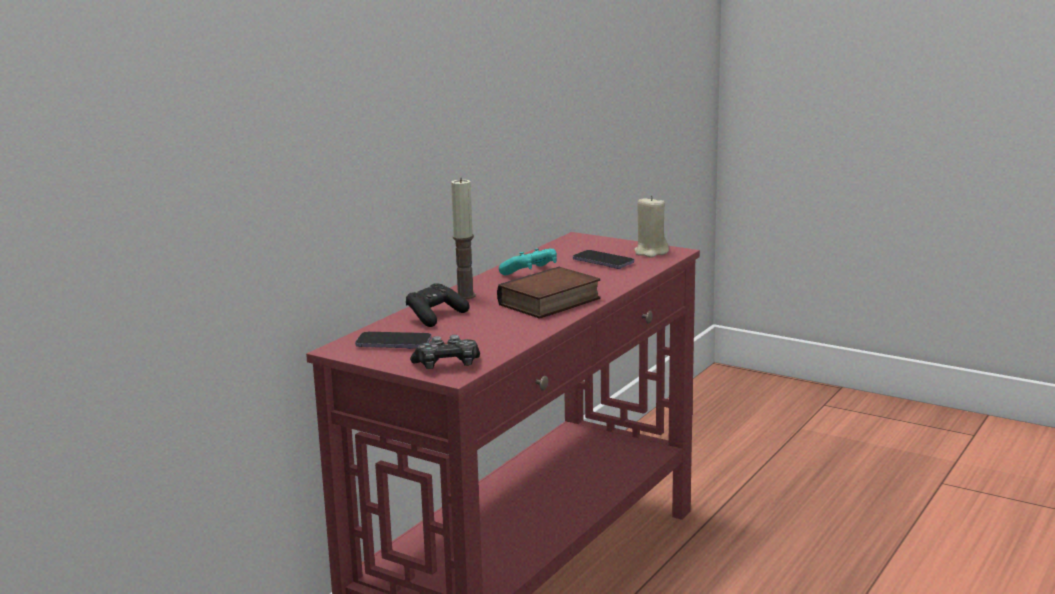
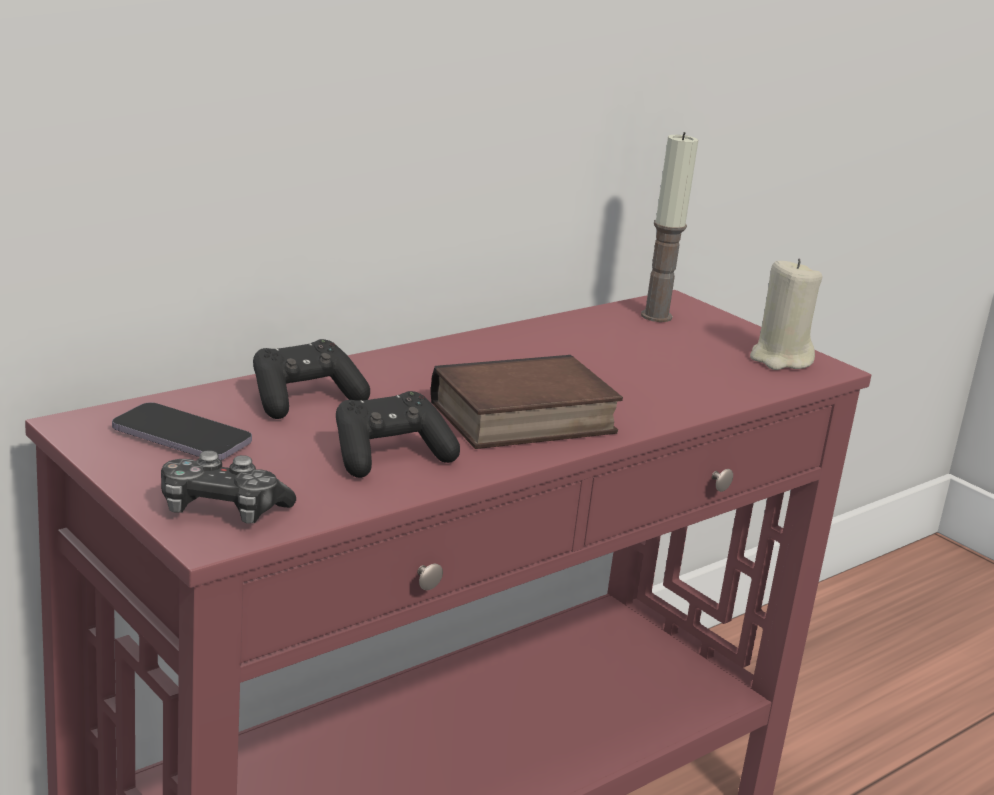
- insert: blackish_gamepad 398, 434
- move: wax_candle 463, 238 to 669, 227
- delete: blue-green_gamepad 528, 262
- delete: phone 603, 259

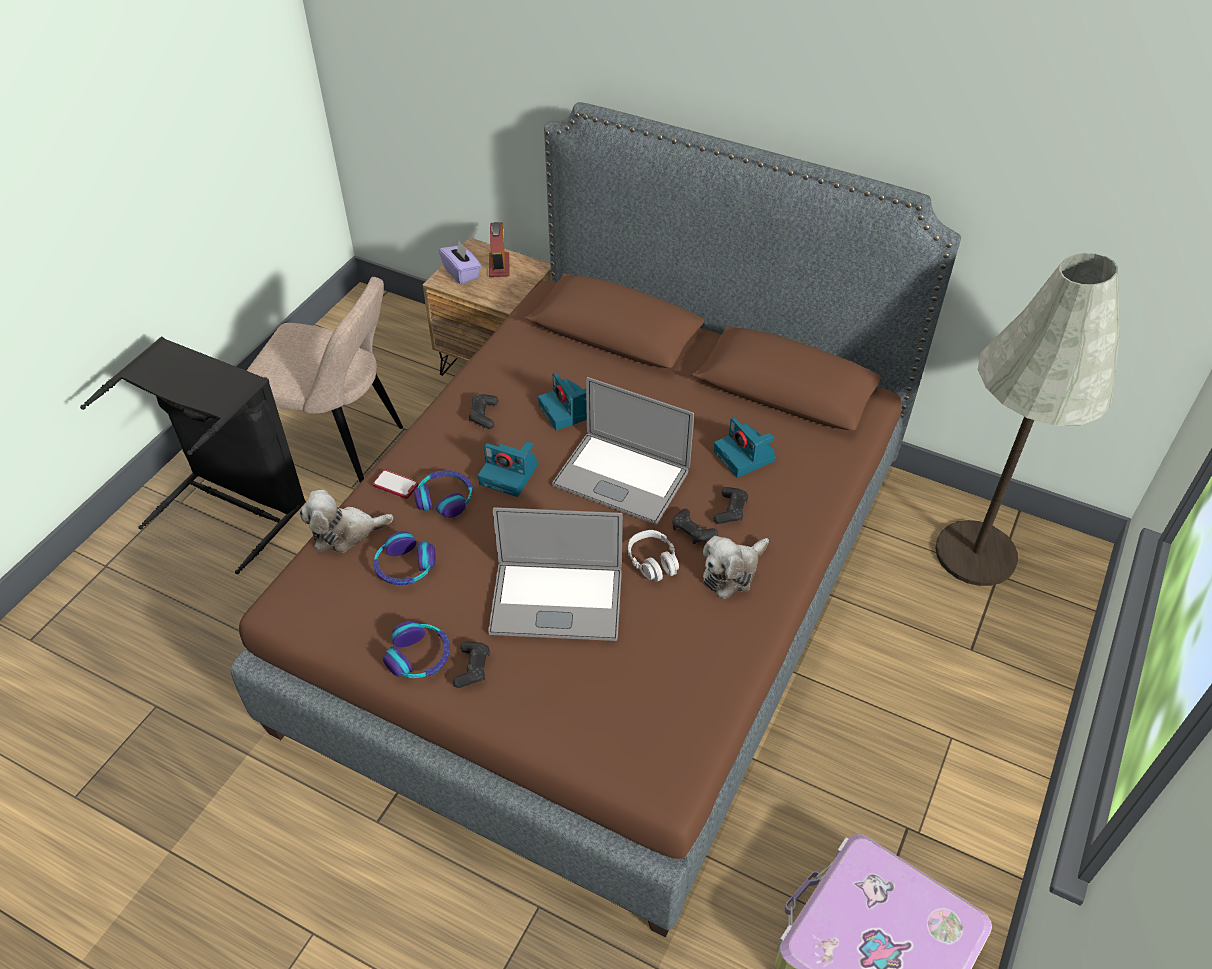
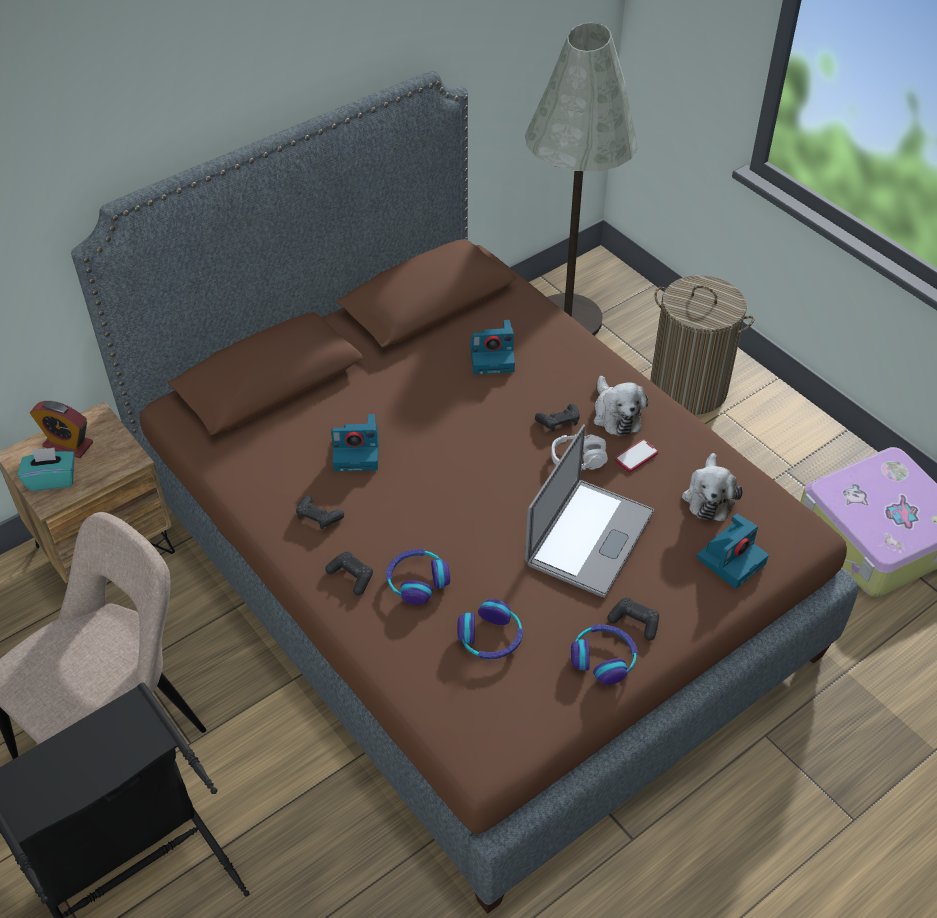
- recolor: purple_box_of_tissues 460, 263 to blue-green_box_of_tissues 46, 469
- move: blackish_gamepad 731, 505 to 349, 573
- move: phone 395, 484 to 636, 456
- insert: laundry_basket 702, 345
- move: soft_toy 346, 521 to 712, 487
- move: still_camera 508, 469 to 732, 551
- delete: notebook_computer 623, 450

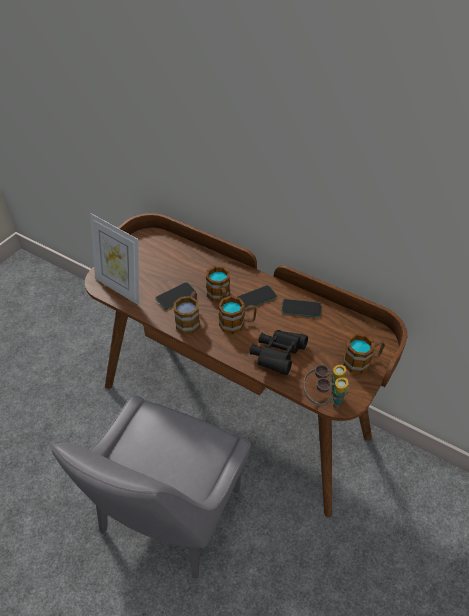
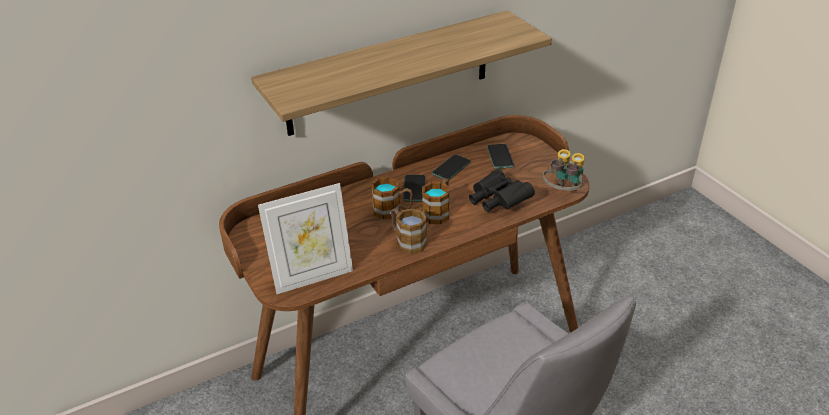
- insert: wall_shelf 401, 73
- move: phone 175, 295 to 500, 156
- delete: coffee_mug 364, 354

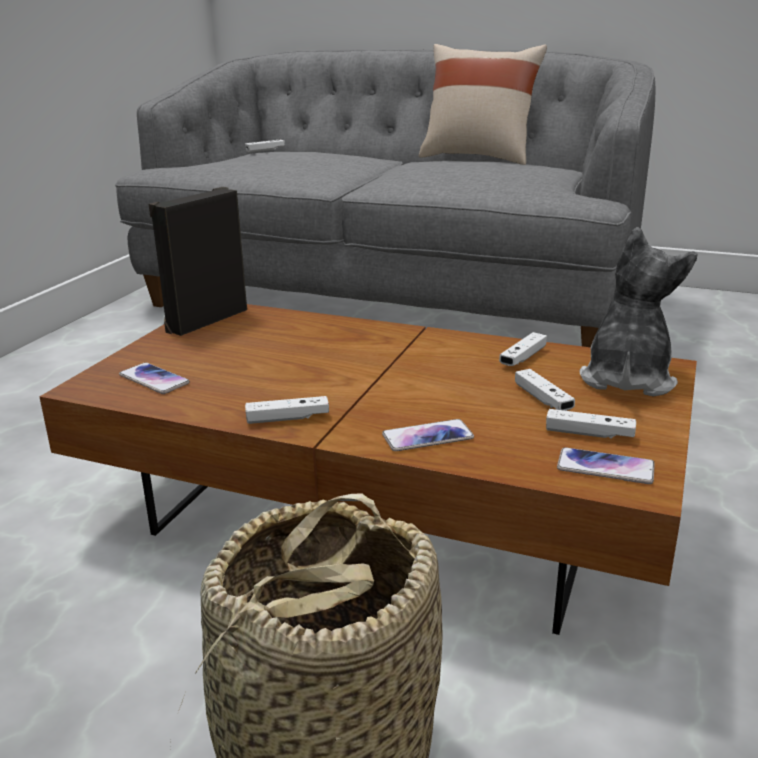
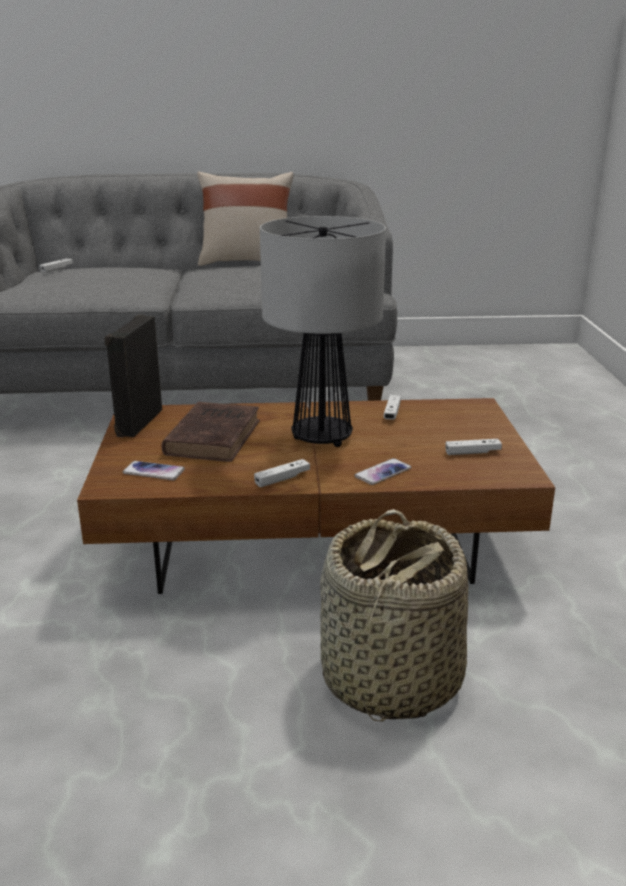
- insert: brown-coloured_volume 210, 432
- insert: tabletop_lamp 323, 331
- delete: whitish_gamepad 545, 390
- delete: phone 606, 465
- delete: soft_toy 639, 312

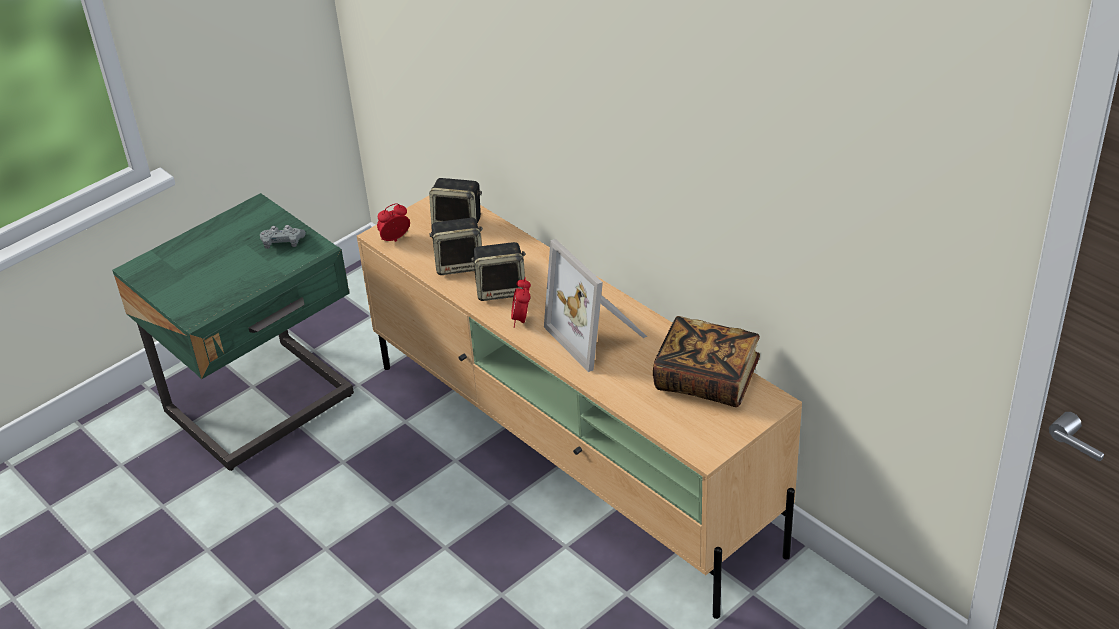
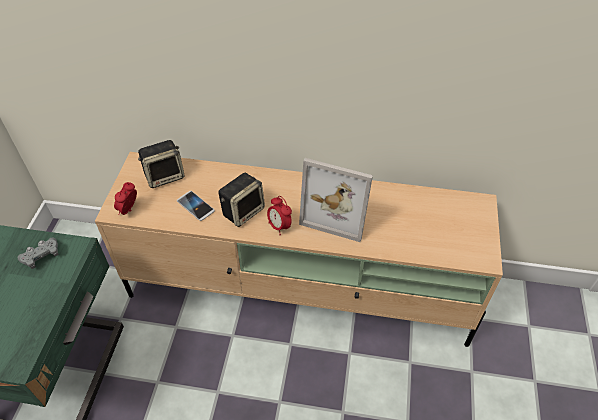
- replace: speaker 456, 246 to phone 196, 206
- delete: volume 706, 361

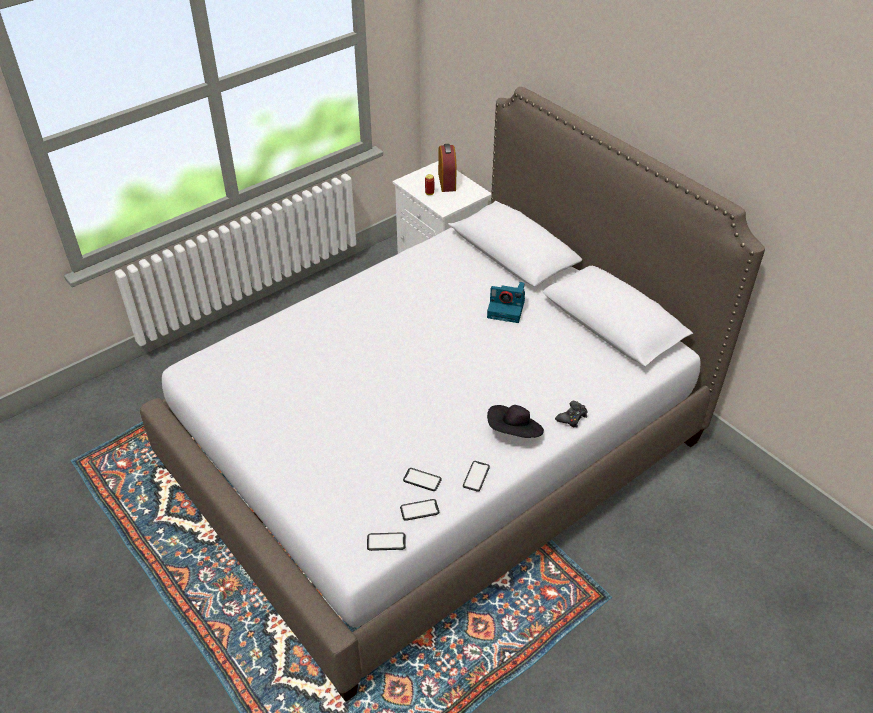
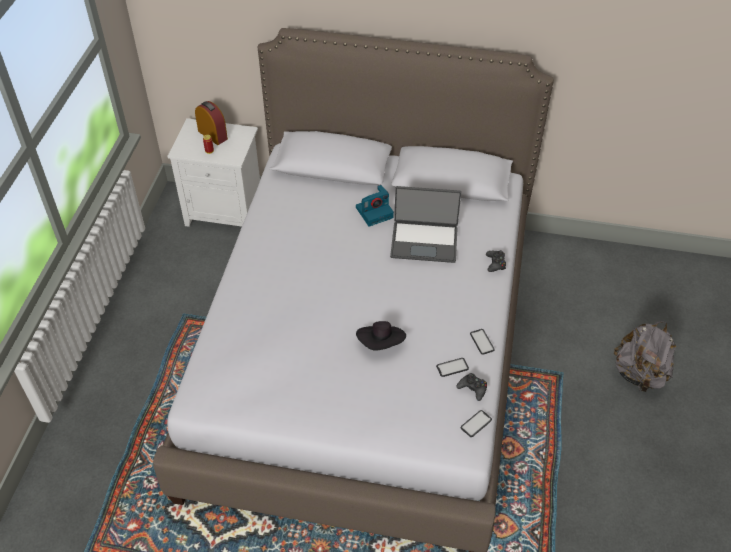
- move: blackish_clothing_hat 515, 421 to 381, 336
- insert: notebook_computer 425, 224
- replace: phone 419, 510 to blackish_gamepad 472, 387
- insert: greyish_backpack 645, 356

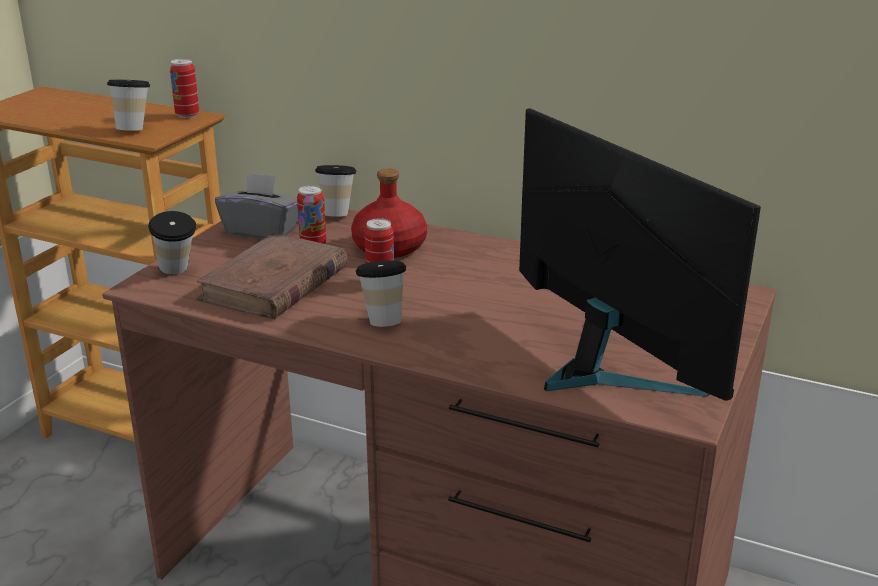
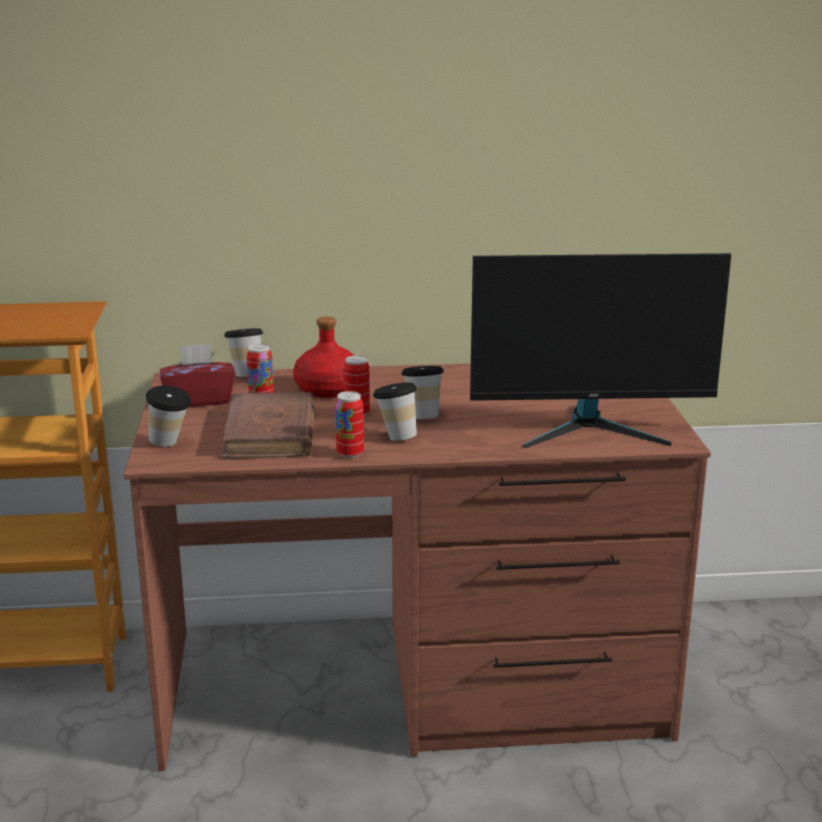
- recolor: greyish_box_of_tissues 256, 205 to red_box_of_tissues 198, 375
- move: sealed_can 184, 88 to 349, 424
- move: small_cup 128, 105 to 422, 392
- rotate: monitor 640, 254 = 600, 350 150 degrees clockwise

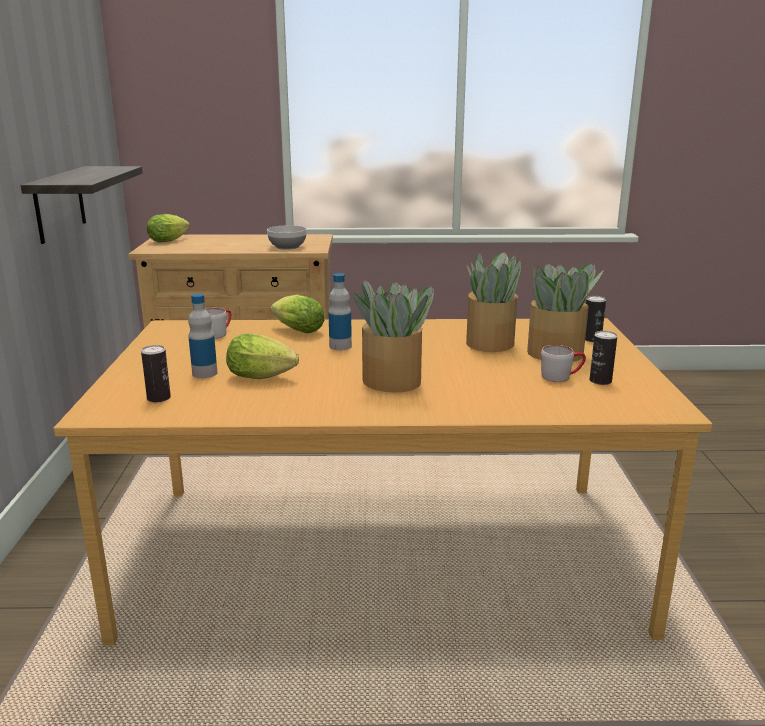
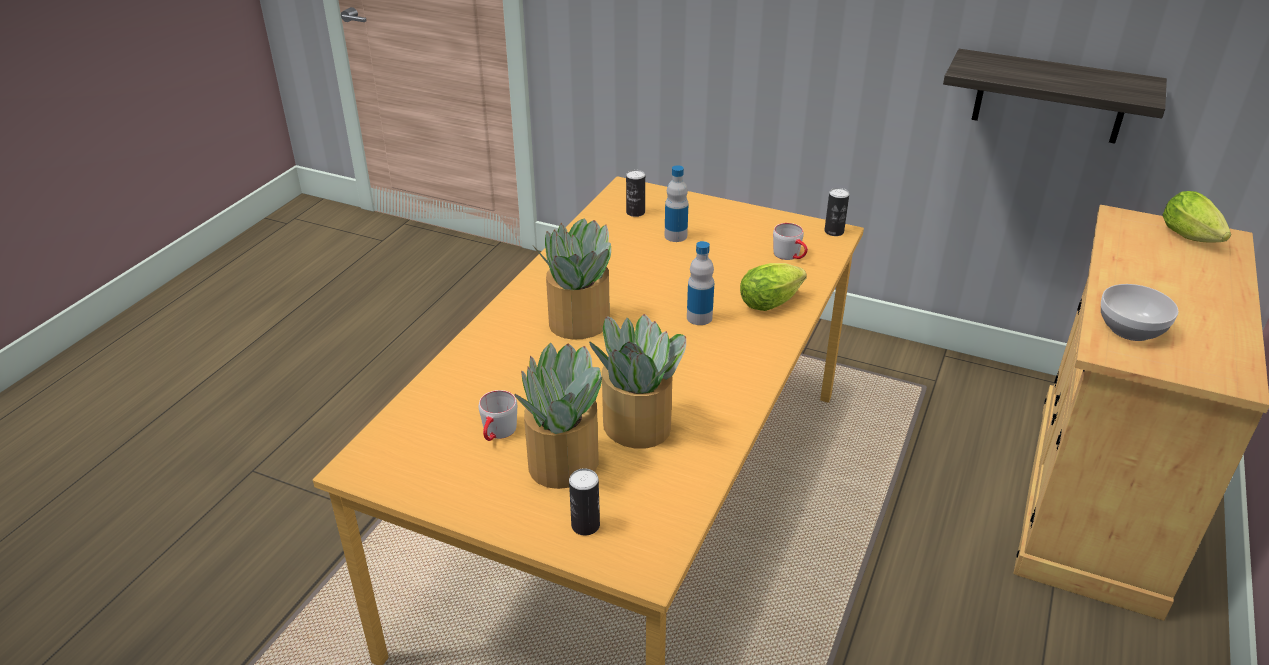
- move: sealed_can 603, 358 to 836, 212
- delete: lettuce 262, 356

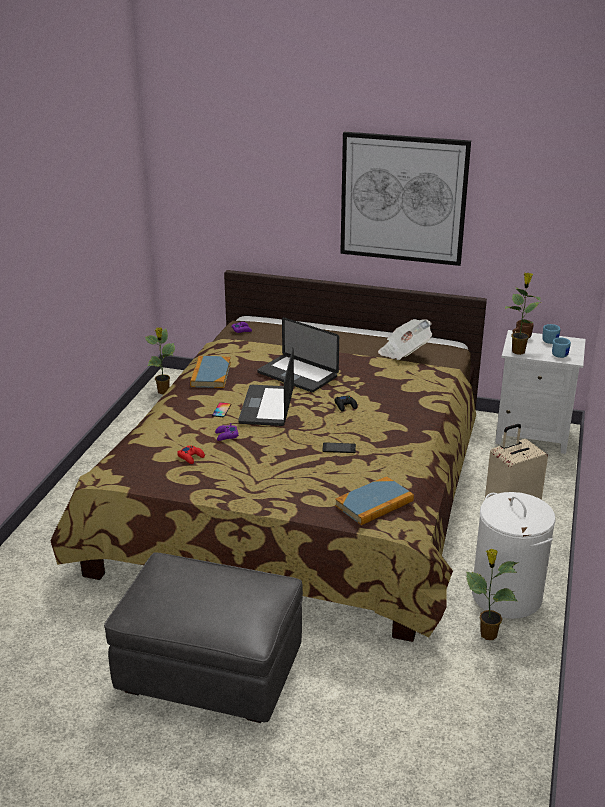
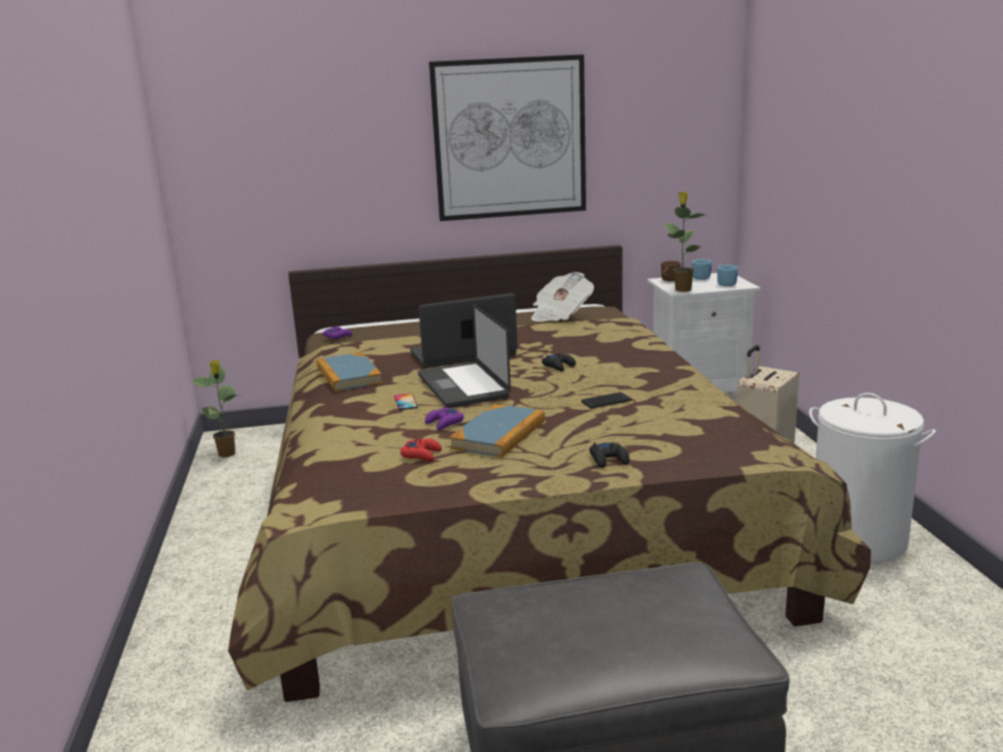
- rotate: notebook_computer 298, 354 = 463, 330 150 degrees clockwise
- move: volume 374, 500 to 497, 431
- insert: blackish_gamepad 609, 455
- delete: potted_plant 491, 594

